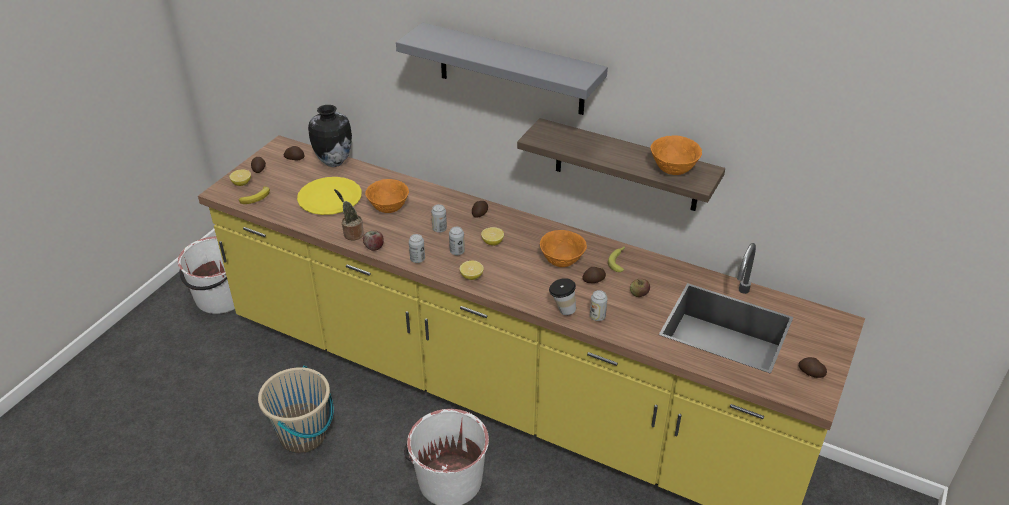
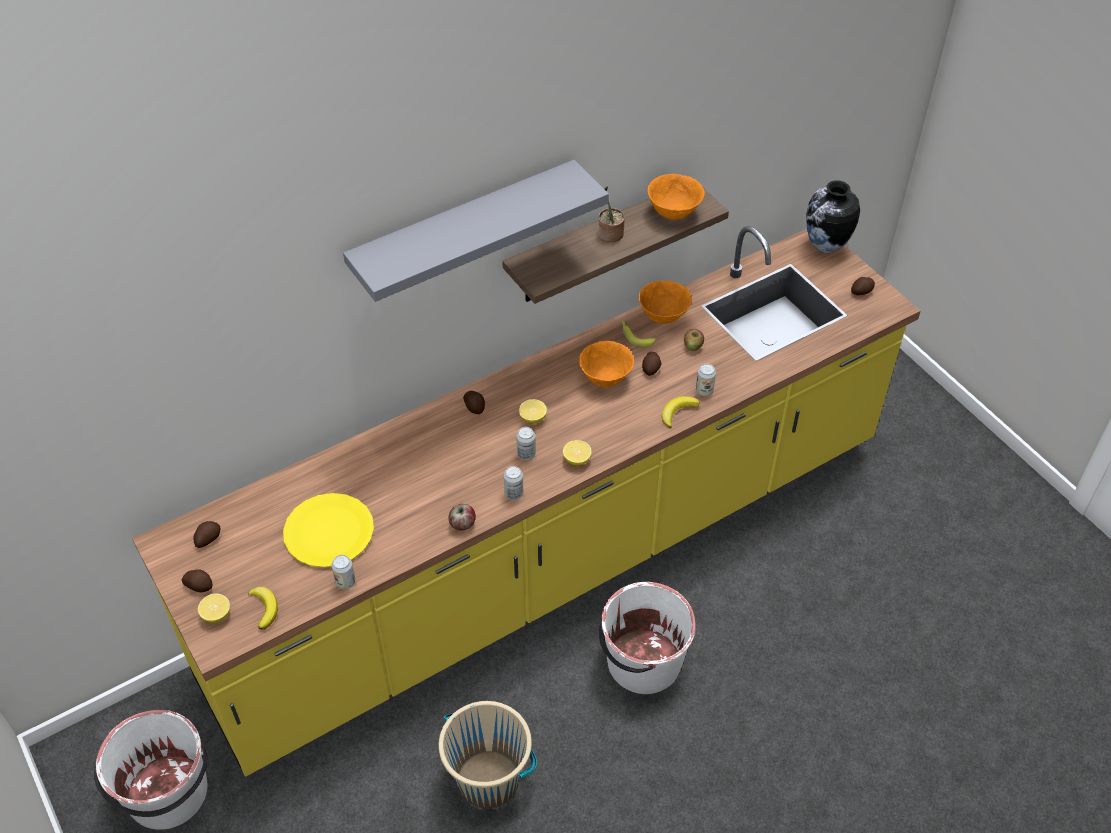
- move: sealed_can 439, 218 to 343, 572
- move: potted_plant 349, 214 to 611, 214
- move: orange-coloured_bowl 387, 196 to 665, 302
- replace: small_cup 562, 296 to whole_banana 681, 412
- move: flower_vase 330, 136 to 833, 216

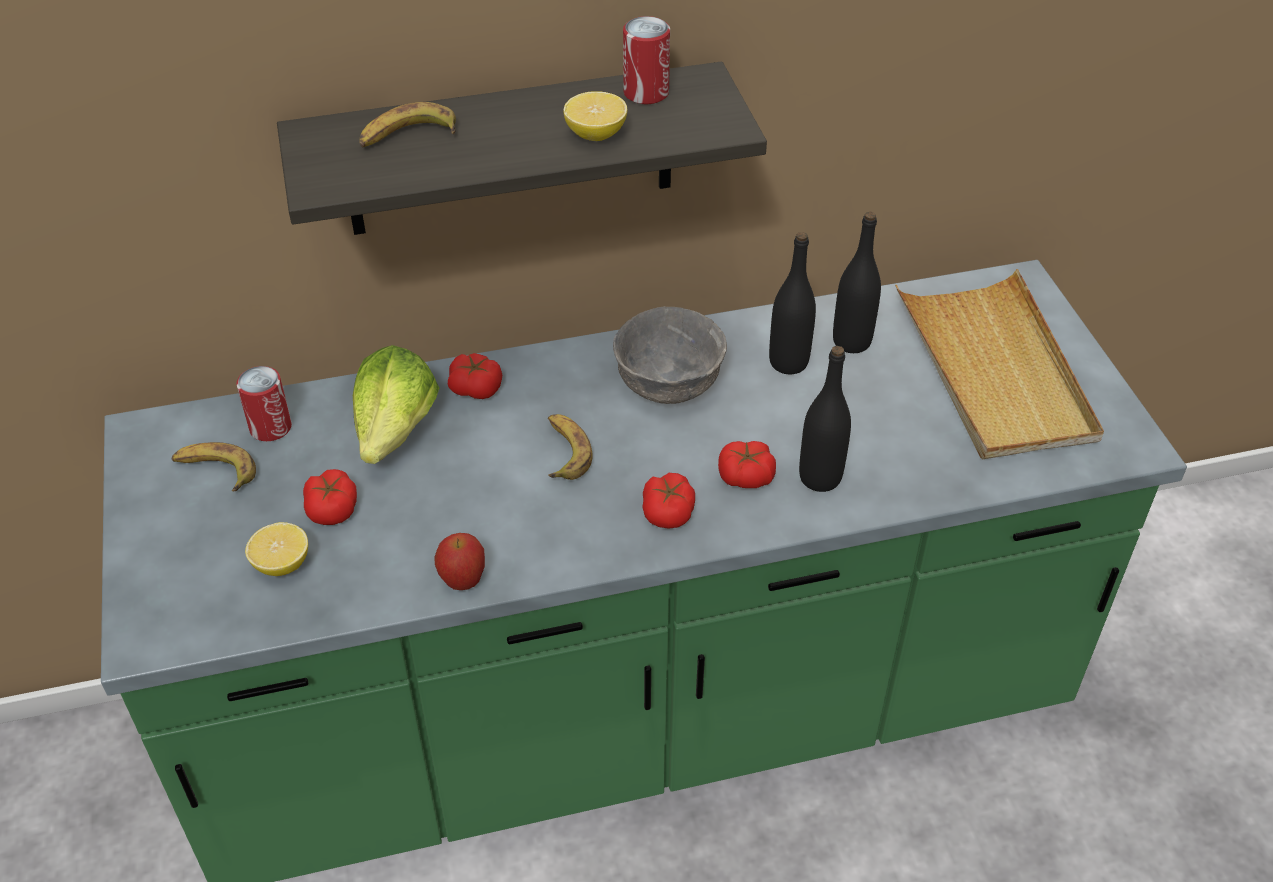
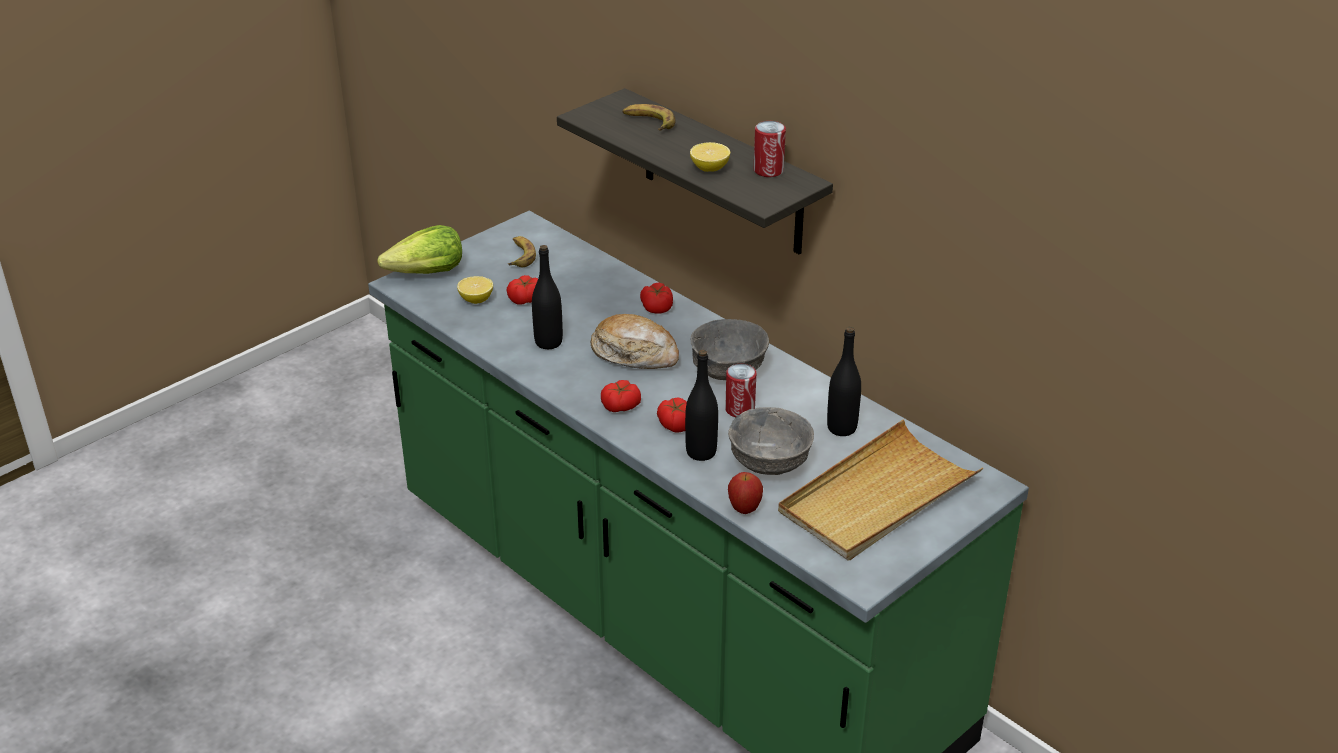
- move: lettuce 396, 404 to 419, 249
- move: blackish_beverage_bottle 792, 303 to 547, 297
- replace: whole_banana 570, 447 to bread 635, 341
- move: sealed_can 264, 403 to 740, 390
- insert: greyish_bowl 771, 441
- move: apple 459, 561 to 745, 493

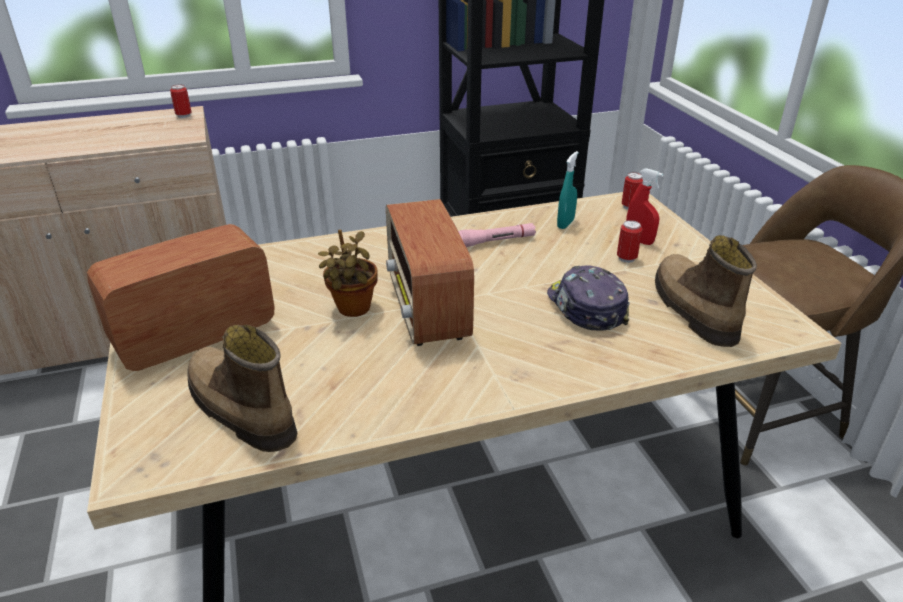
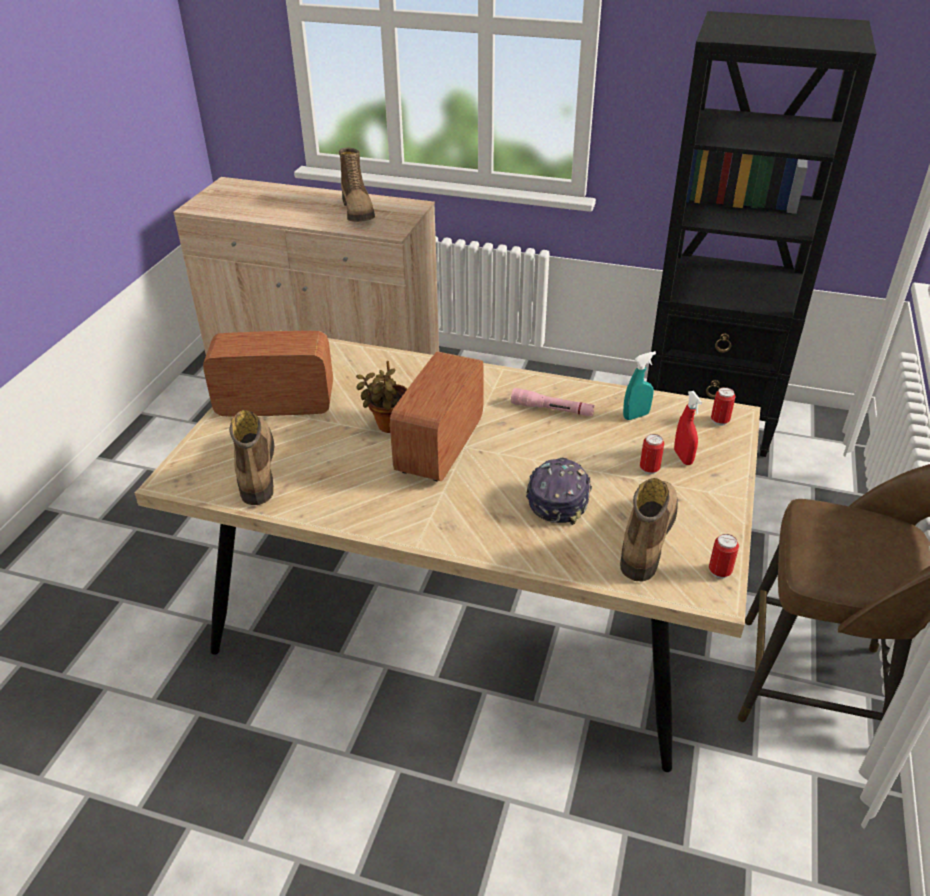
- insert: high-top_boot 357, 185
- move: sealed_can 180, 101 to 724, 556

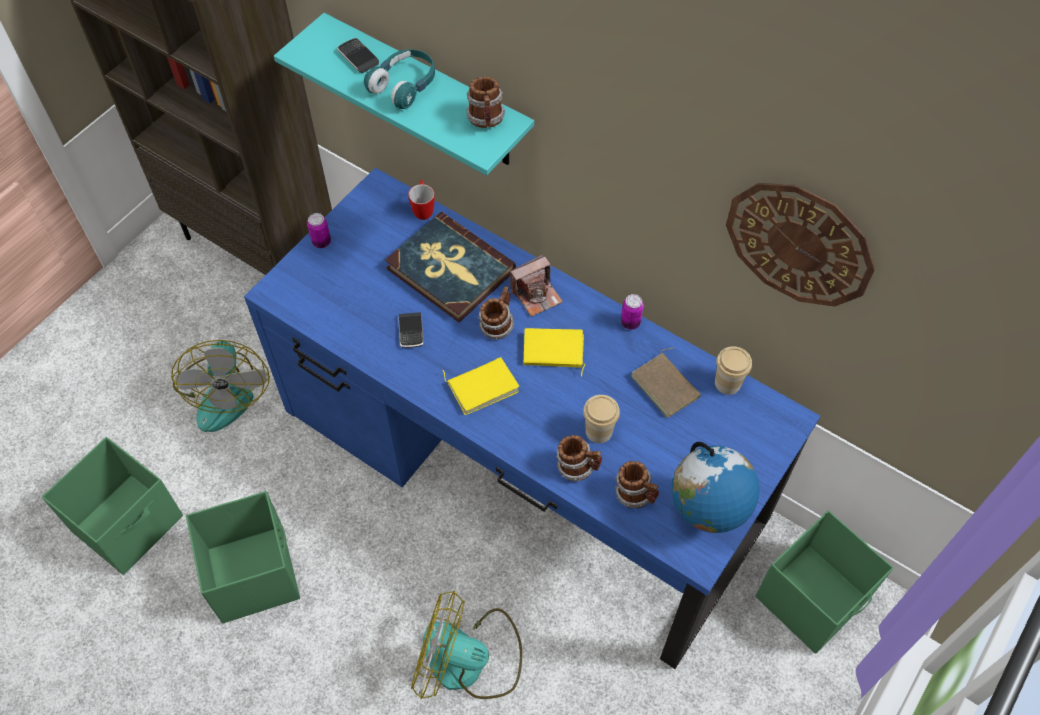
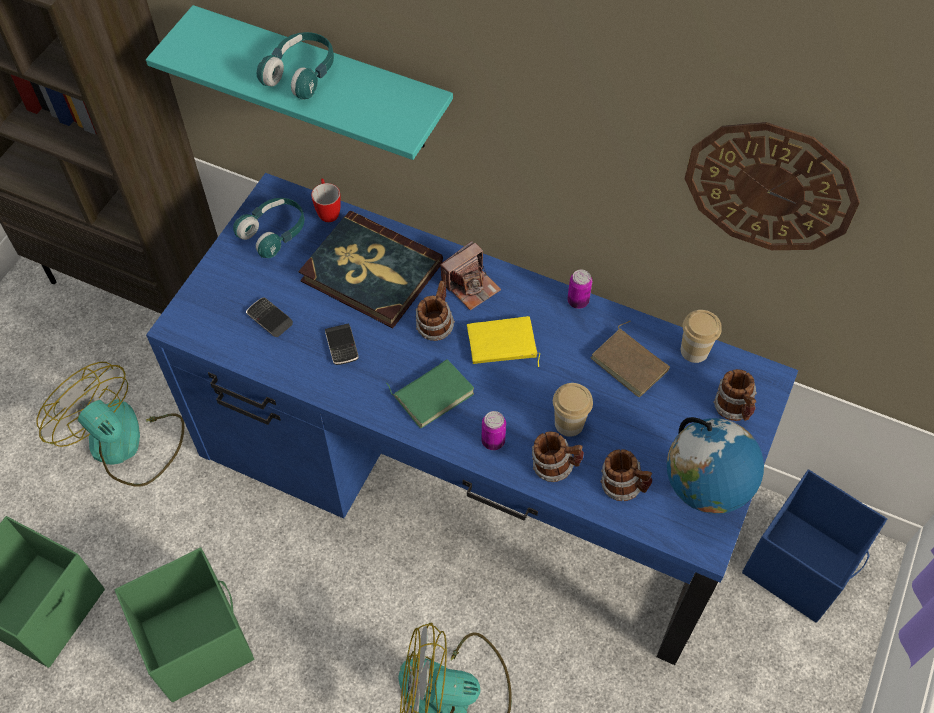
- rotate: electric_fan 220, 386 = 110, 424 150 degrees clockwise
- insert: blue-green_headphones 268, 228
- move: phone 358, 55 to 269, 317
- recolor: yellowish_volume 481, 386 to green-coloured_volume 430, 393
- move: sealed_can 319, 230 to 493, 430
- move: coffee_mug 485, 102 to 735, 395
- recolor: green-coloured_storage_container 824, 582 to blue-coloured_storage_container 814, 546

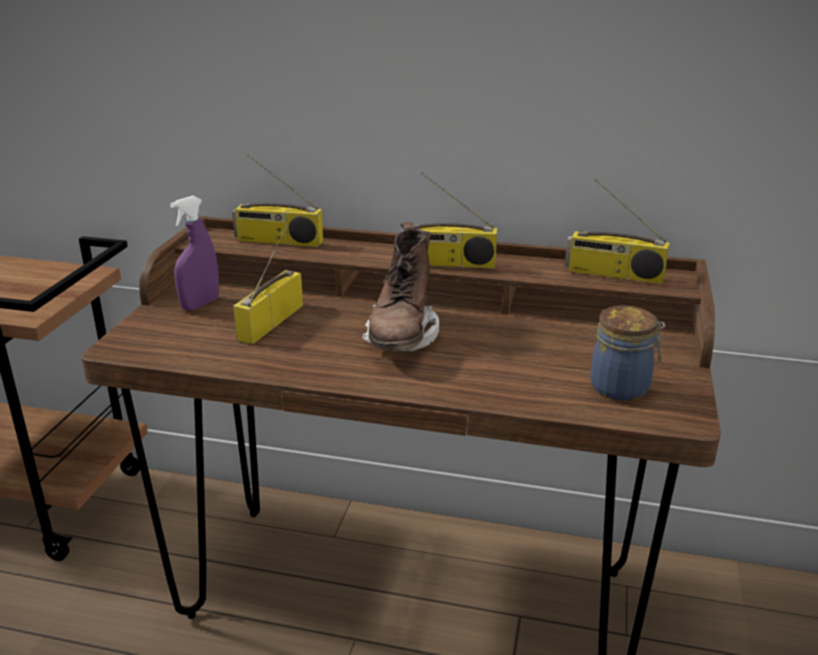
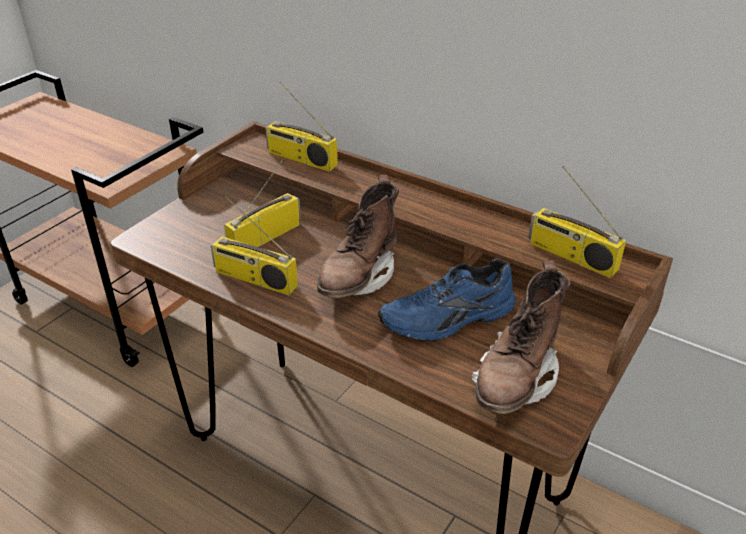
- move: radio 449, 220 to 254, 245
- insert: blue-coloured_low_shoe 446, 300
- replace: storage_jar 627, 353 to brown-coloured_high-top_boot 521, 337
- delete: purple_spray_bottle 194, 253

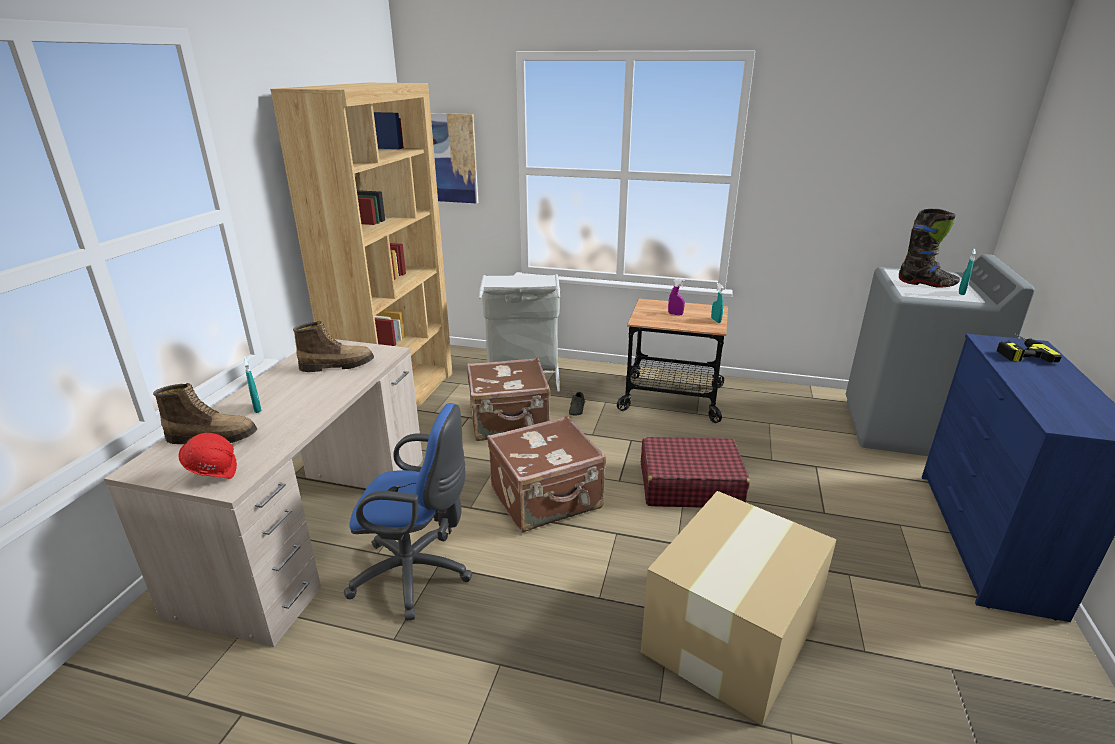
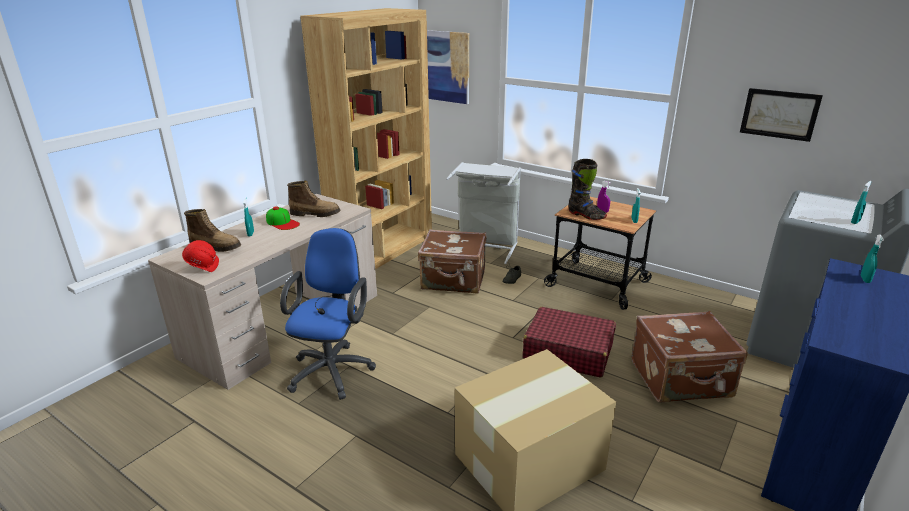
- insert: peaked_cap 283, 218
- rotate: blue-coloured_office_chair 408, 512 = 328, 314 105 degrees counterclockwise
- move: blackish_high-top_boot 929, 248 to 587, 189
- move: brown-coloured_suitcase 546, 474 to 690, 357
- insert: wall_art 781, 115
- replace: drill 1029, 347 to blue-green_spray_bottle 872, 258

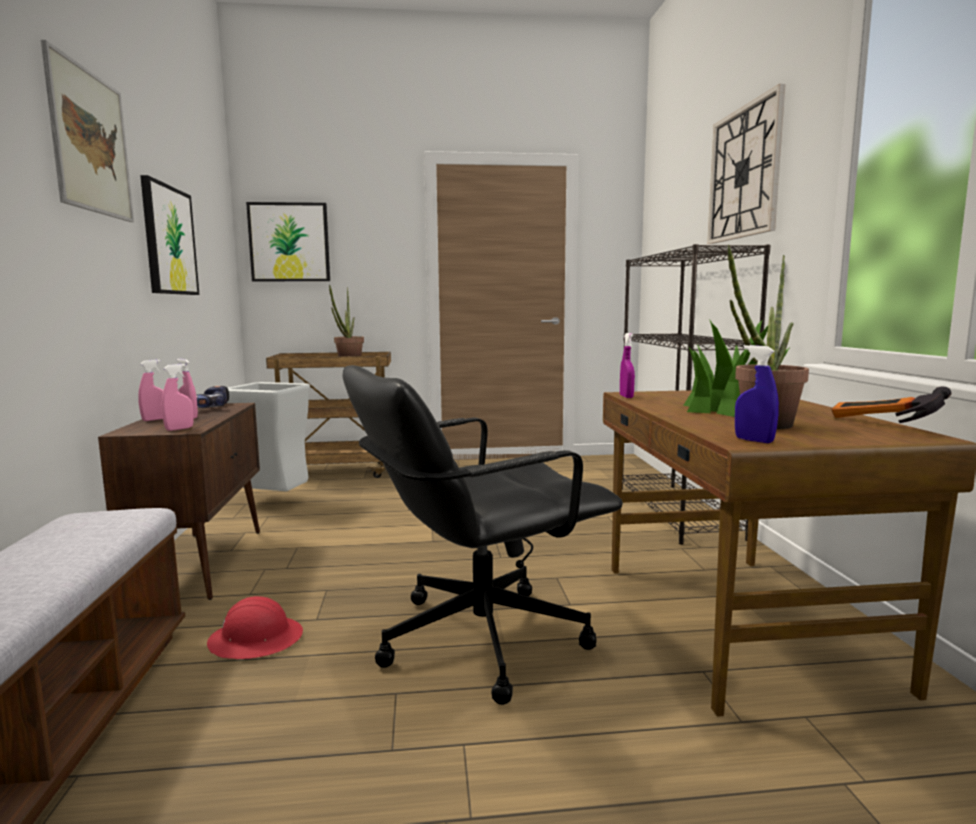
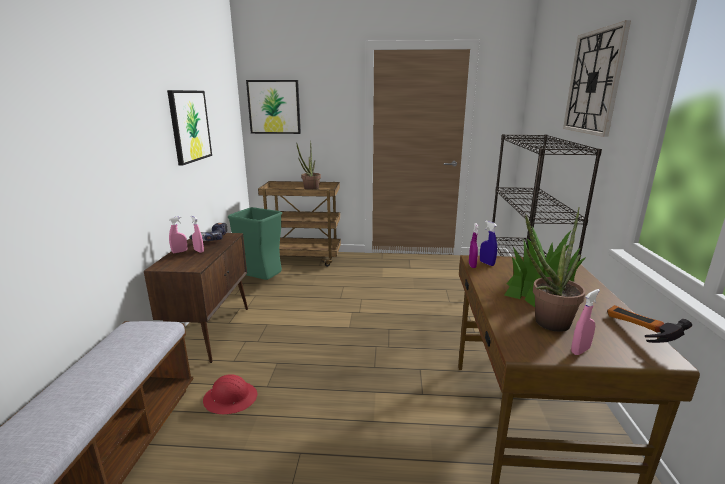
- recolor: greyish_waste_bin 268, 436 to green-coloured_waste_bin 255, 243
- move: blue-coloured_spray_bottle 757, 394 to 488, 243
- move: pink-coloured_spray_bottle 178, 397 to 585, 322
- delete: wall_art 87, 131
- delete: blackish_office_chair 483, 535

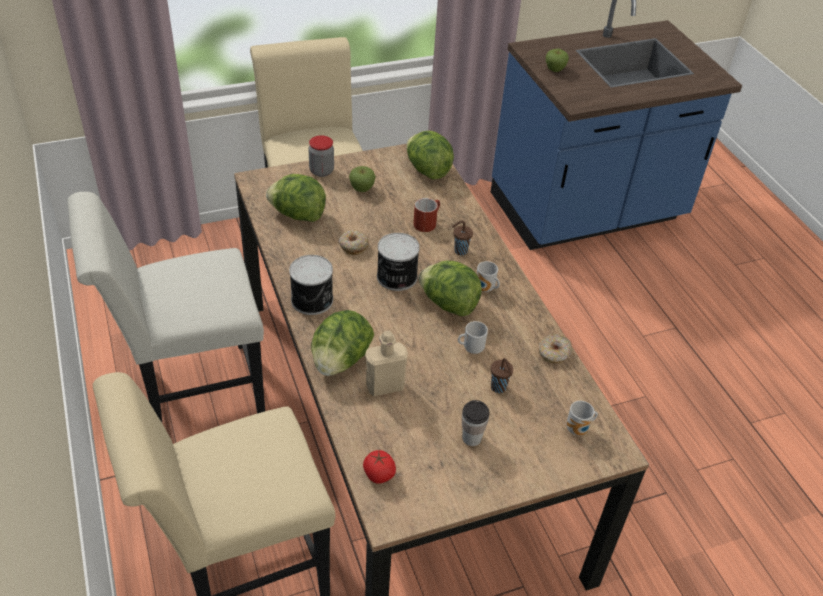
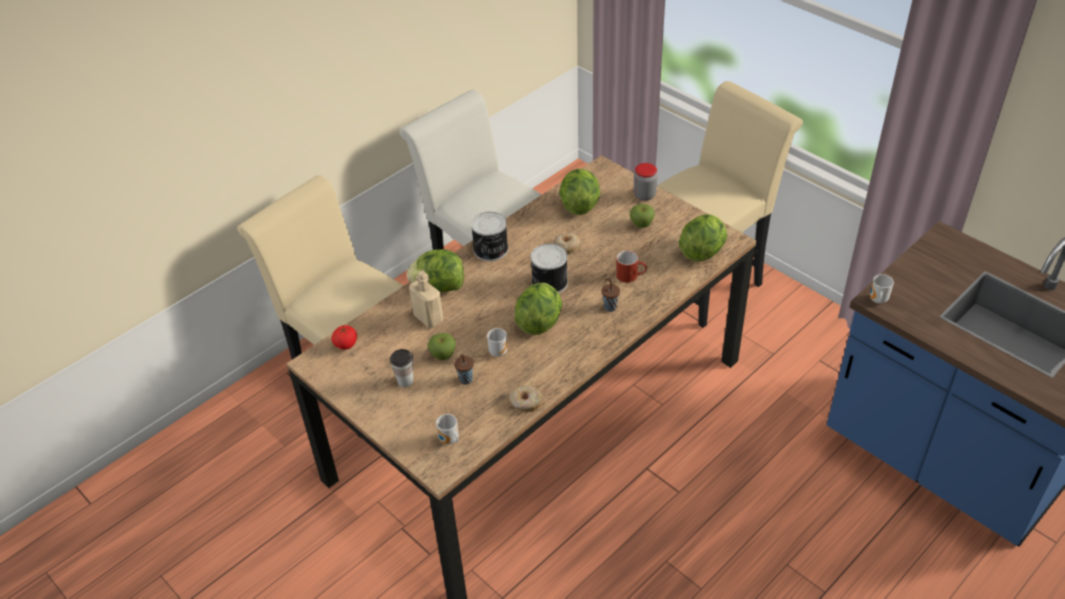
- move: apple 557, 60 to 441, 346
- move: coffee_mug 488, 276 to 882, 288

